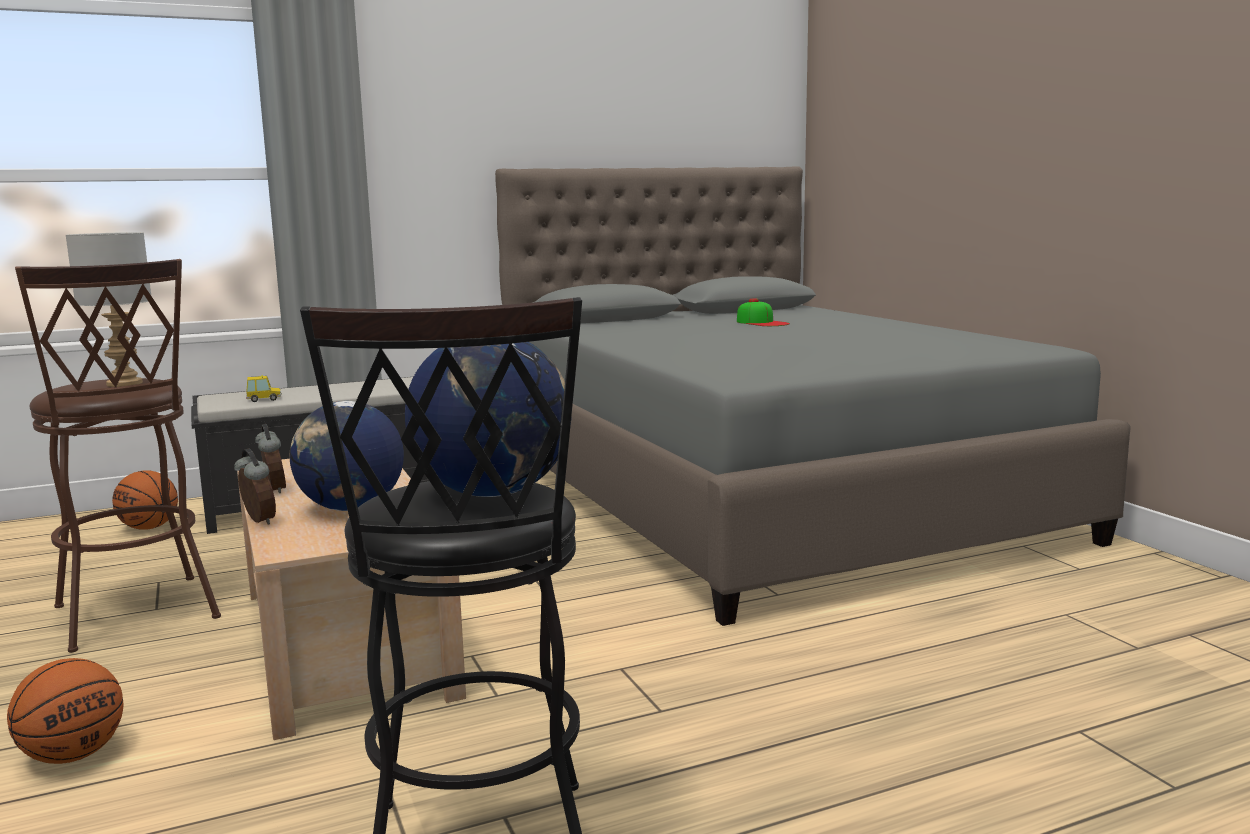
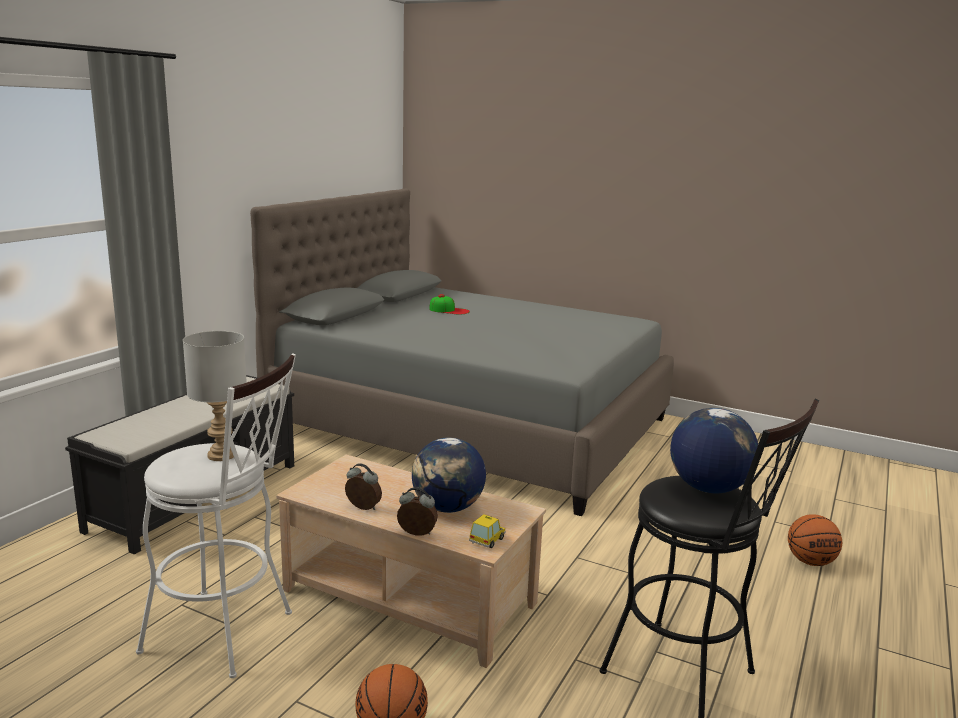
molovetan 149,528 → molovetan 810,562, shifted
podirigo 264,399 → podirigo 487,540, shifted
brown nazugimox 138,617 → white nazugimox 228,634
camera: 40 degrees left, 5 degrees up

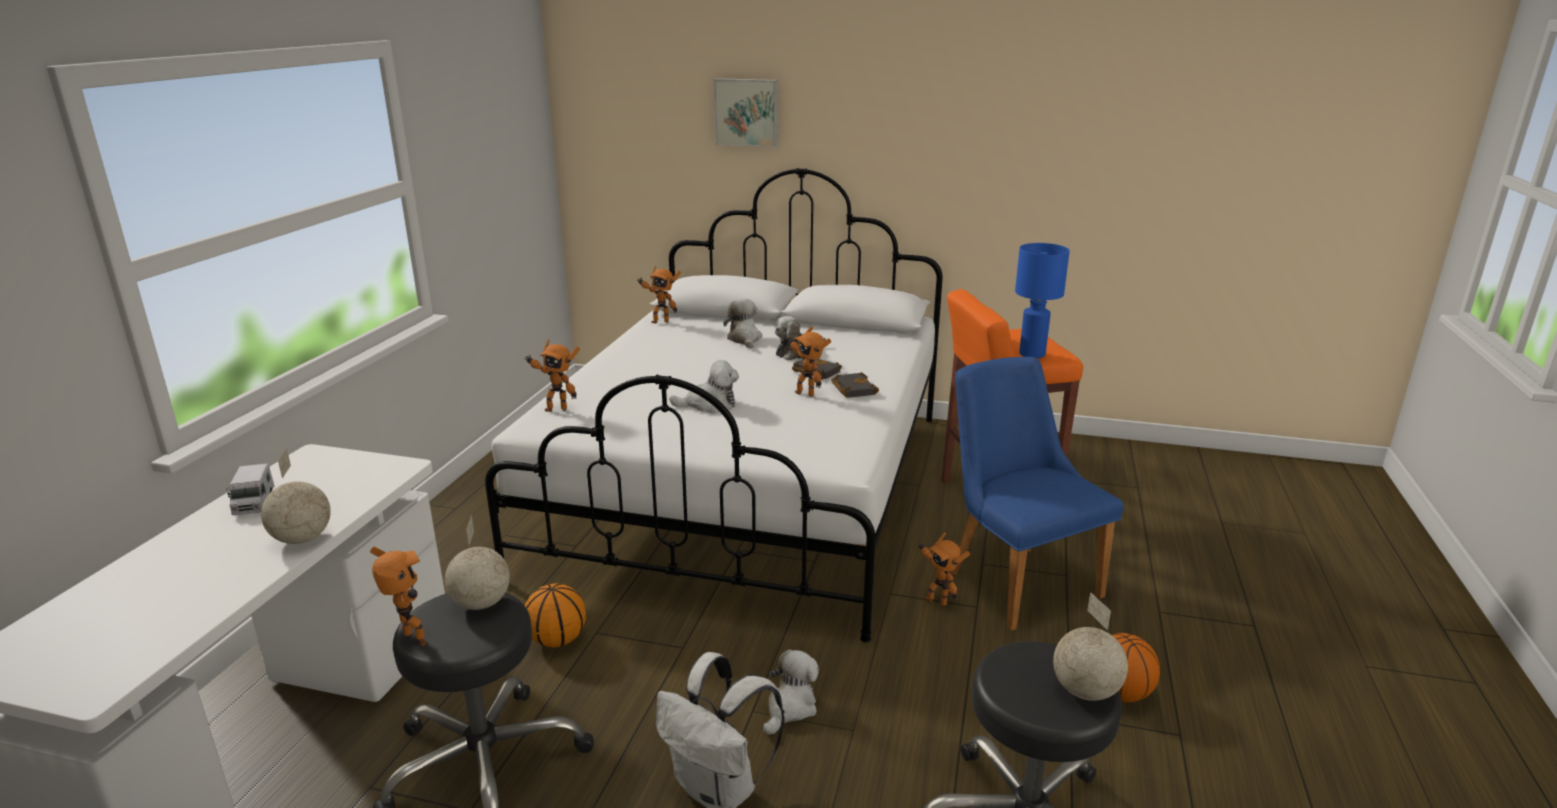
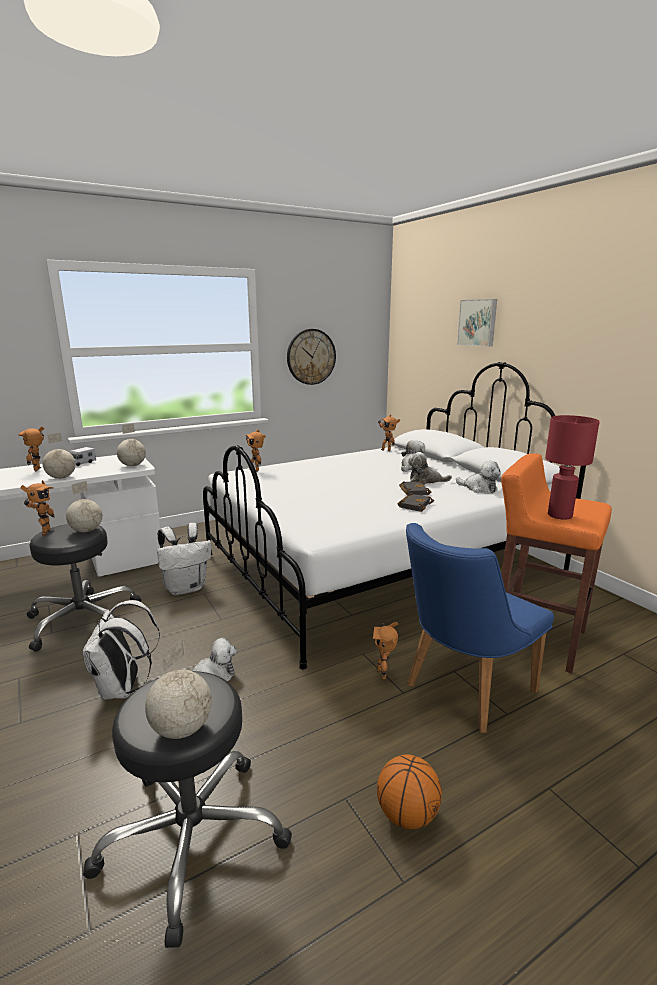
- → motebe 132,465
- → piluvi 311,357
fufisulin 709,405 → fufisulin 479,488, shifted
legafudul 806,393 → legafudul 40,469, shifted
molovetan 557,639 → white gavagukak 186,588
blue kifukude 1032,354 → red kifukude 559,515
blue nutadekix 1013,577 → blue nutadekix 461,691, 150 degrees counterclockwise
camera: 45 degrees right, 5 degrees down

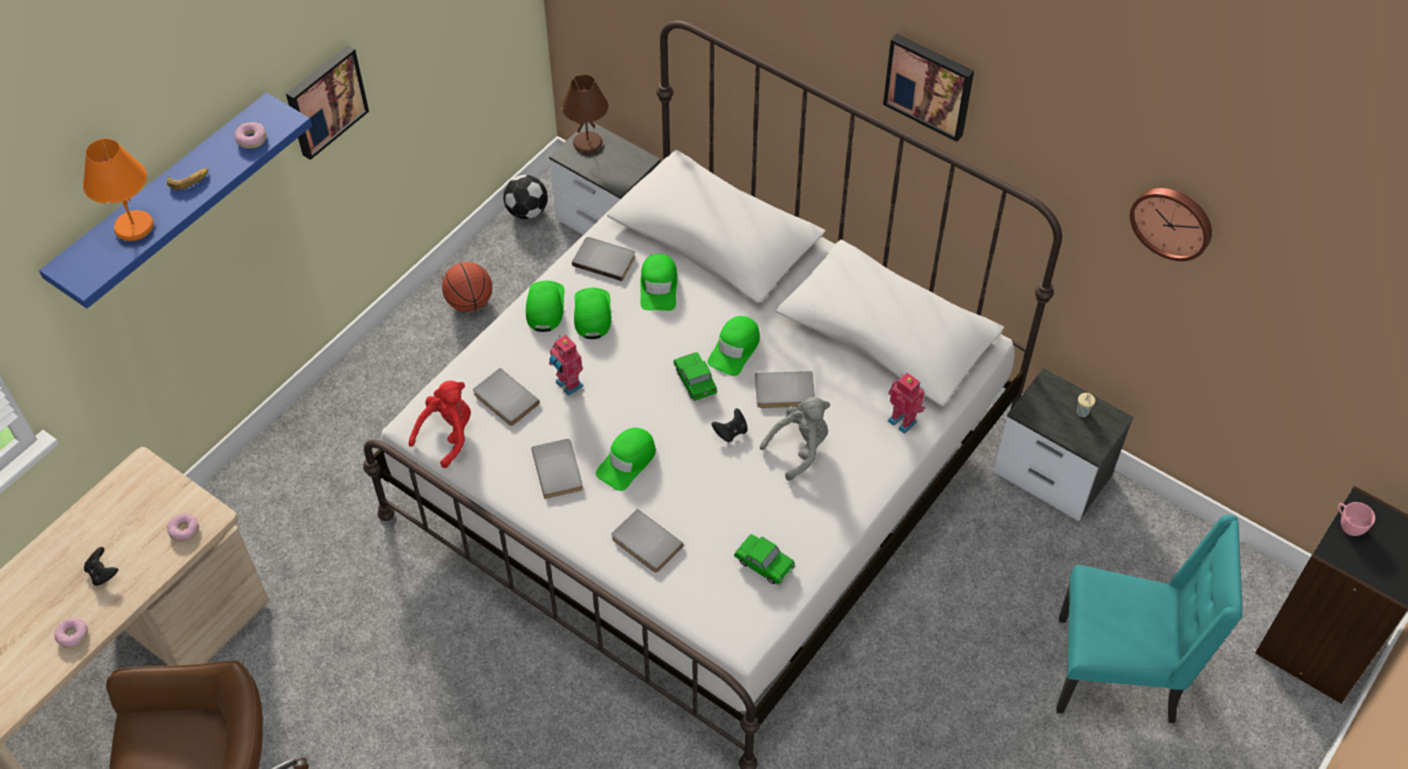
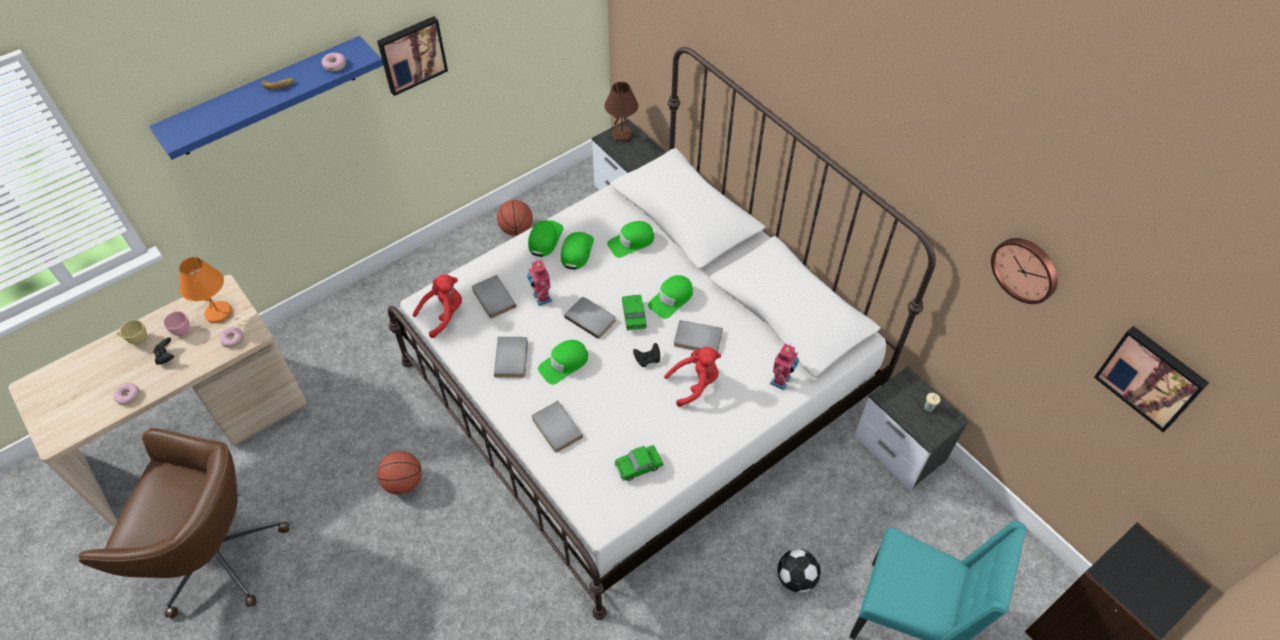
- → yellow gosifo 136,340
- → molovetan 403,482
orange kifukude 133,227 → orange kifukude 218,312, shifted
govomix 527,212 → govomix 796,579, shifted
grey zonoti 605,259 → grey zonoti 591,318, shifted
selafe 930,85 → selafe 1151,377, shifted
pink gosifo 1348,525 → pink gosifo 182,329, shifted
grey fufisulin 799,448 → red fufisulin 695,384
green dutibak 659,287 → green dutibak 631,242, 45 degrees clockwise
podirigo 764,564 → podirigo 638,466, 105 degrees clockwise
legafudul 903,420 → legafudul 781,381, 60 degrees clockwise
camera: 15 degrees right, 0 degrees up

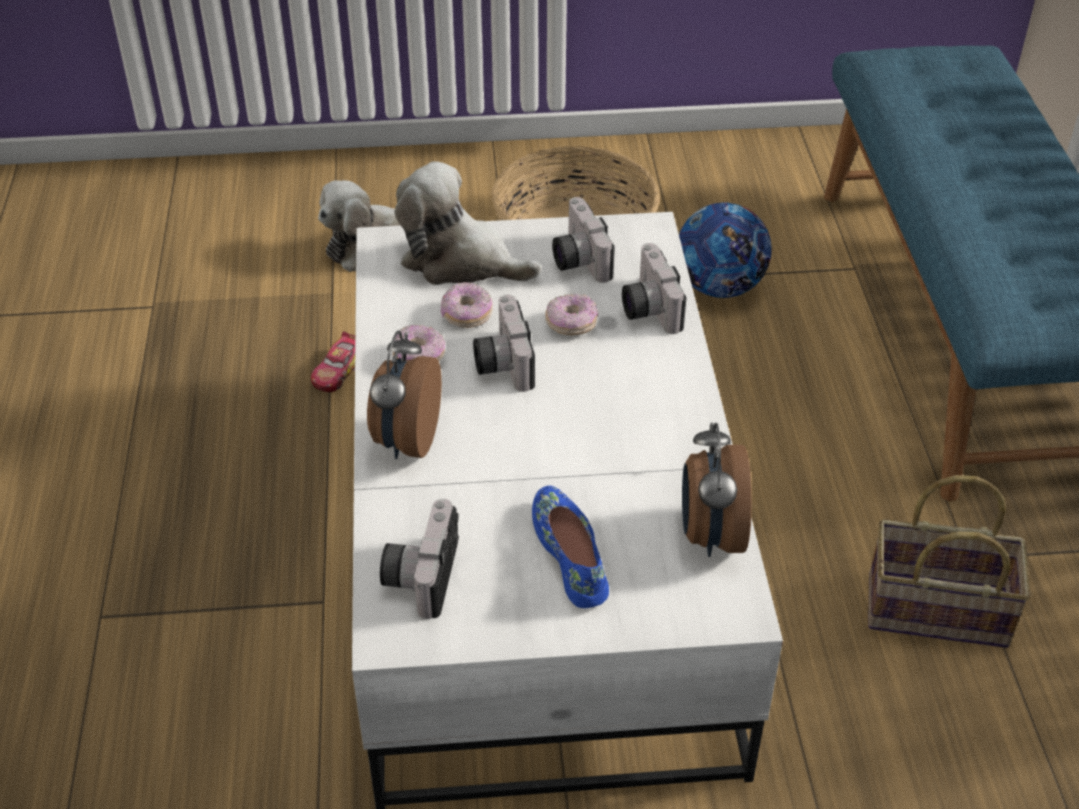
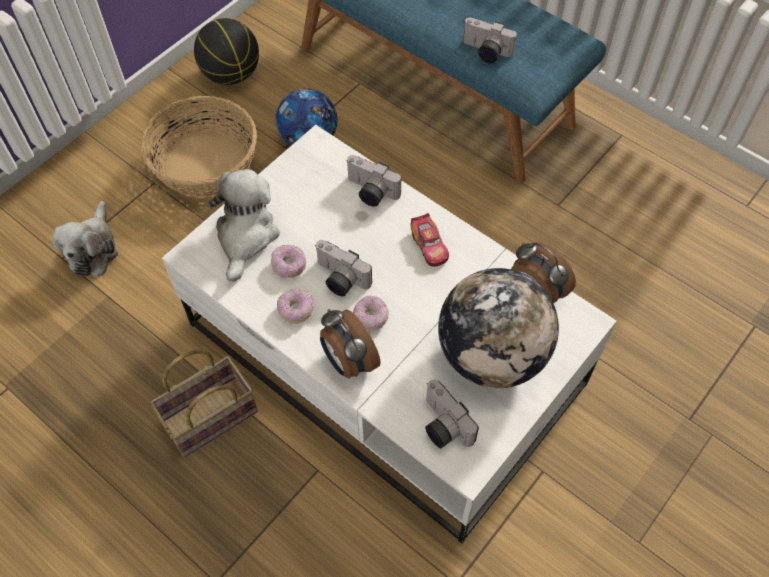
- → molovetan 231,74
podirigo 338,371 → podirigo 429,245, shifted
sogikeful 571,324 → sogikeful 371,318, shifted
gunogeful 576,259 → gunogeful 485,52, shifted
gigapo 933,612 → gigapo 209,420, shifted
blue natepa 571,553 → motebe 492,355
fufisulin 460,261 → fufisulin 245,236, 120 degrees clockwise
camera: 45 degrees left, 15 degrees up

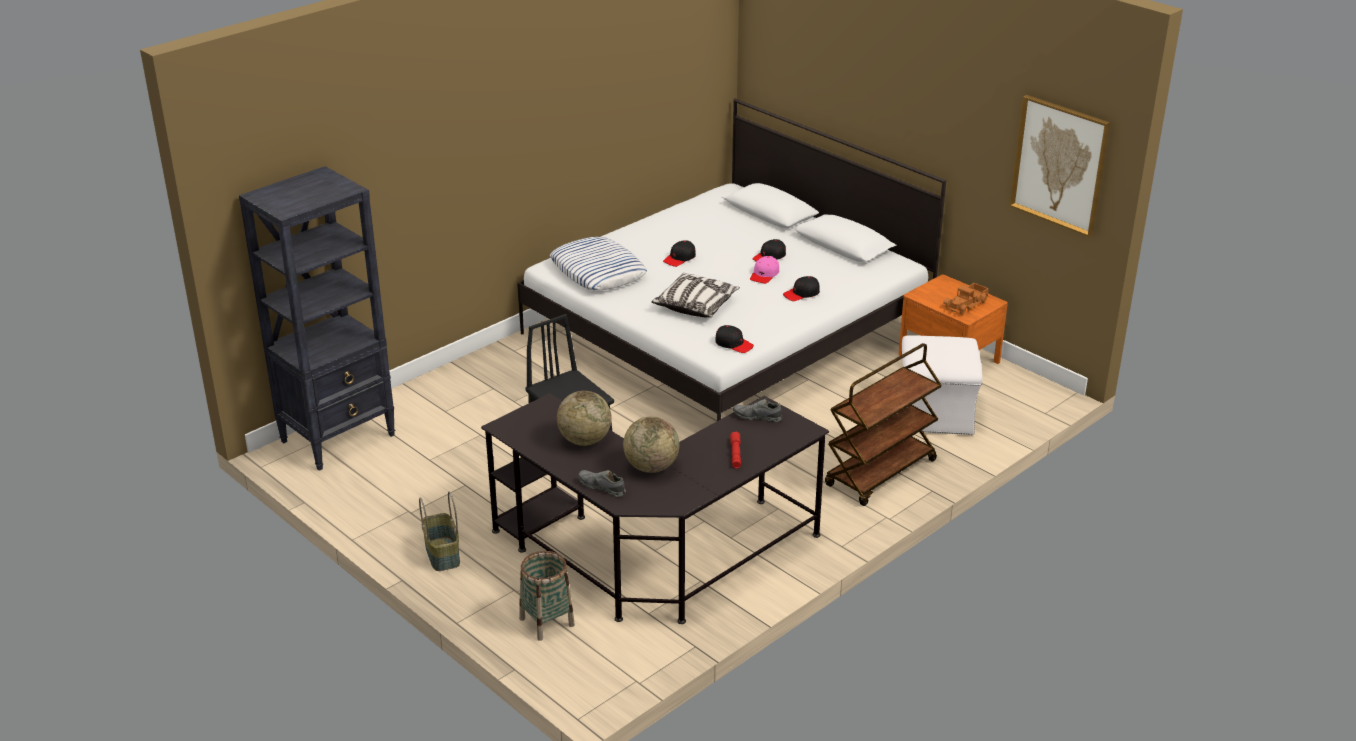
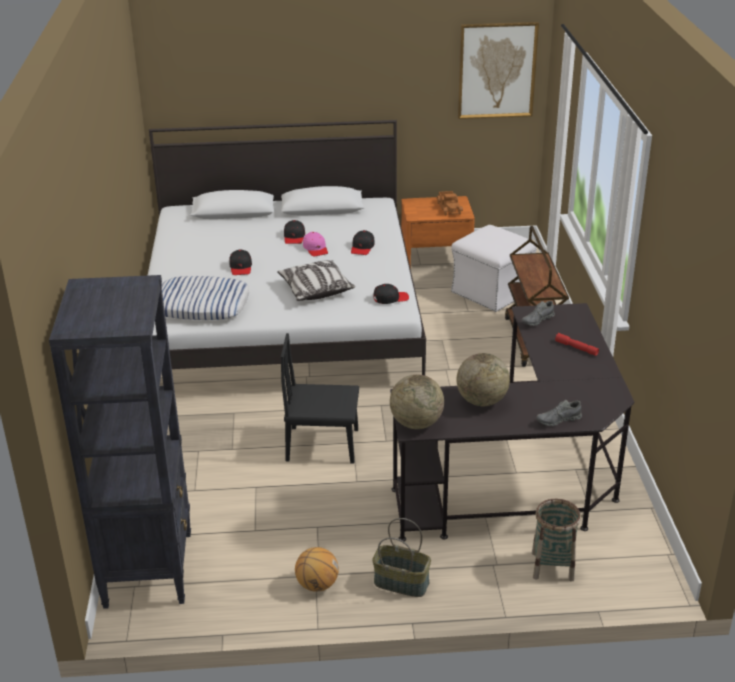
- → molovetan 317,585
motebe 651,467 → motebe 416,423, shifted
camera: 50 degrees left, 0 degrees up

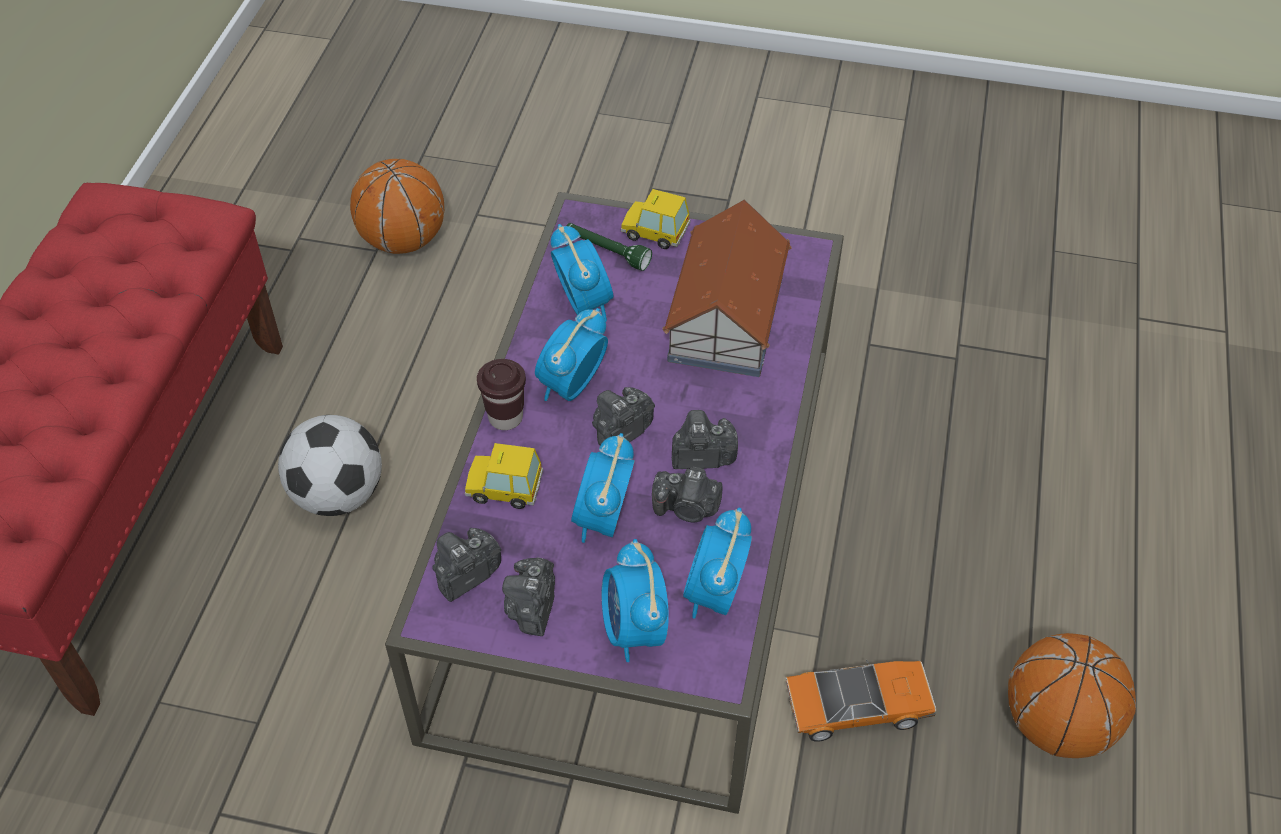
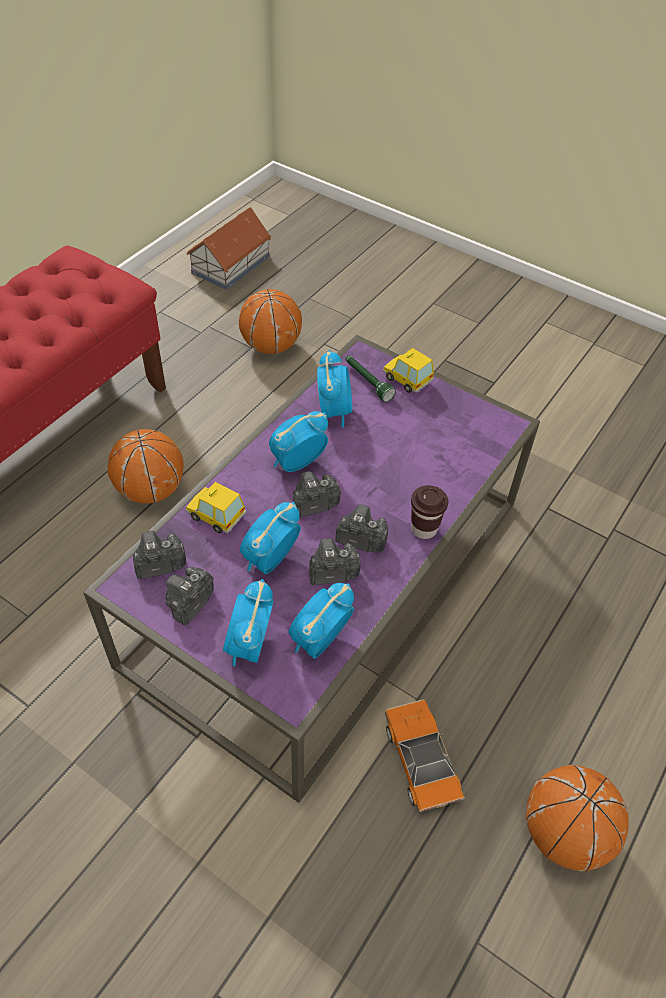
brown gosifo 505,418 → brown gosifo 424,529, shifted
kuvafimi 725,318 → kuvafimi 230,264, shifted
govomix 338,495 → molovetan 151,490
gunogeful 687,508 → gunogeful 331,572, 135 degrees clockwise
podirigo 857,706 → podirigo 420,759, 120 degrees counterclockwise
camera: 20 degrees right, 0 degrees up

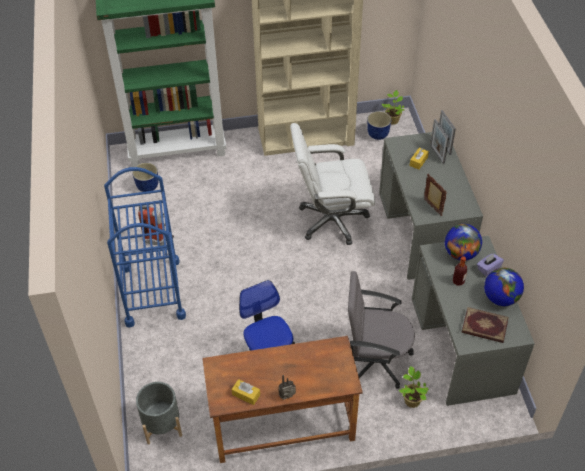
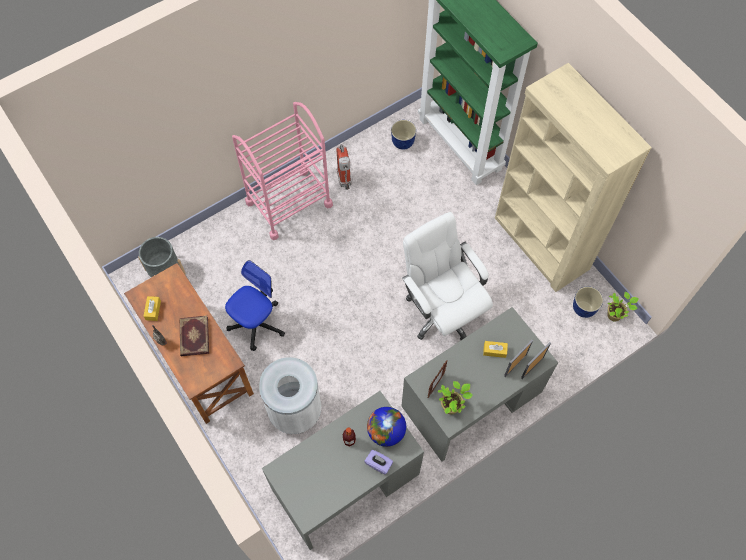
motebe 500,298 → -
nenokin 411,400 → nenokin 452,406, shifted
zonoti 484,327 → zonoti 193,336, shifted
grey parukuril 375,360 → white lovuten 295,410
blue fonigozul 153,292 → pink fonigozul 289,203
camera: 65 degrees right, 15 degrees up

